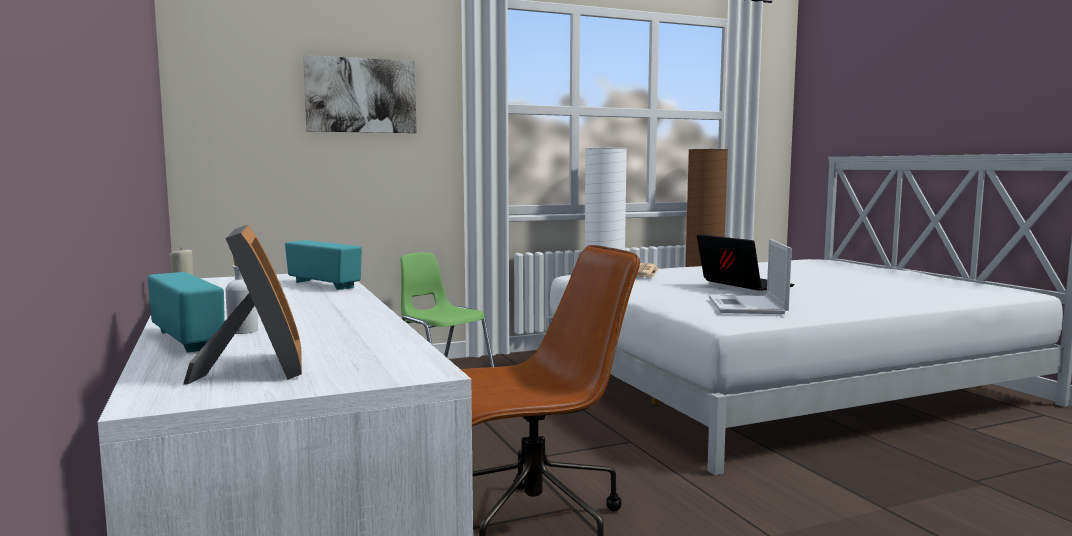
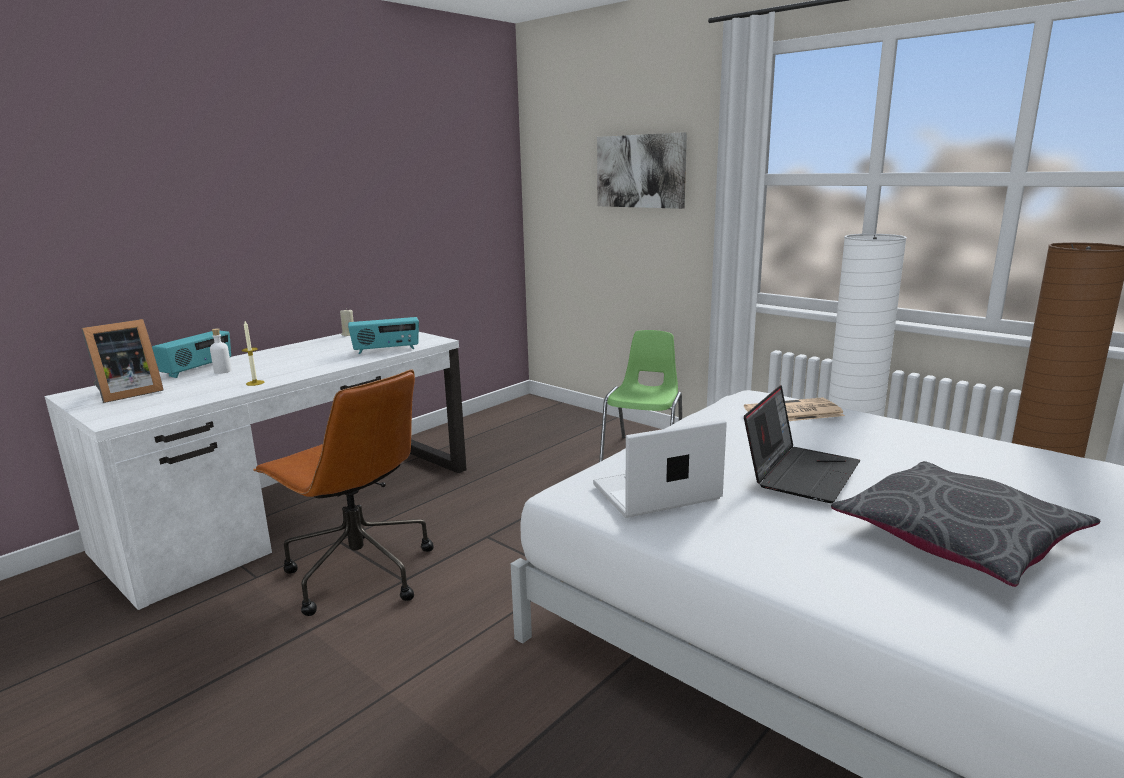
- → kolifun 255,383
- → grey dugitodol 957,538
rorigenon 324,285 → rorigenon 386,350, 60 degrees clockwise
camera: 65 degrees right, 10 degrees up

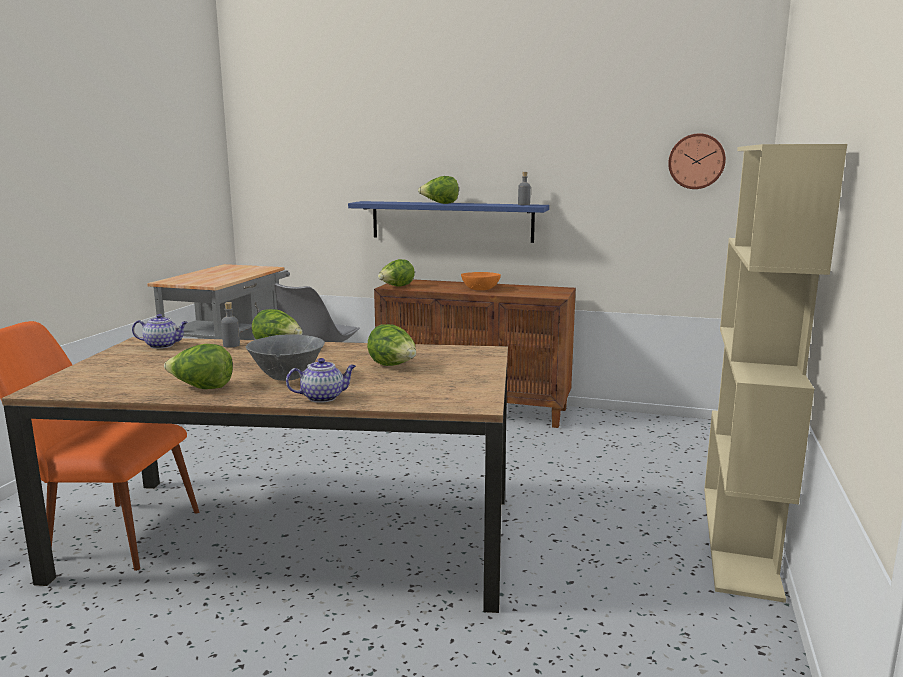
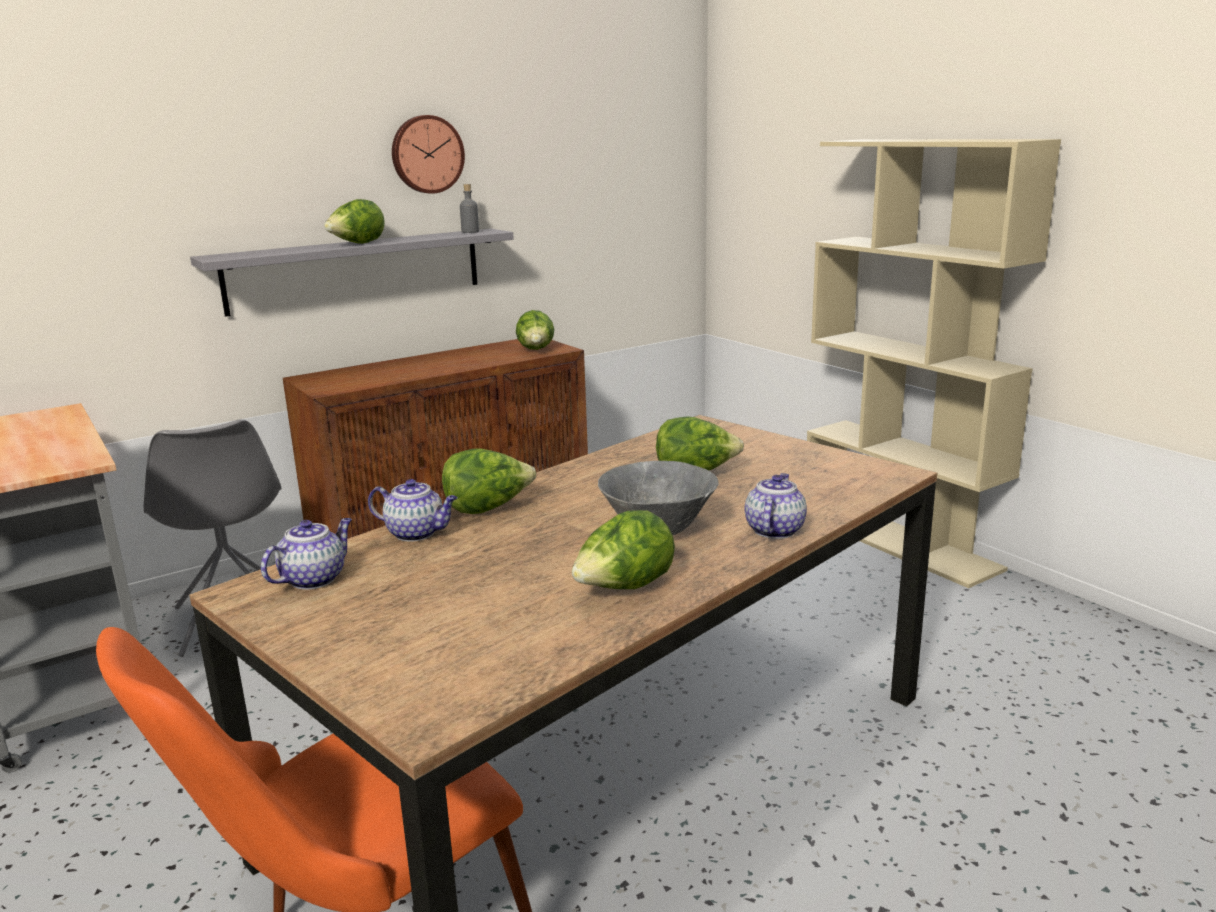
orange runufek 480,289 → -
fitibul 396,287 → fitibul 536,350, shifted
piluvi 696,161 → piluvi 426,154, shifted
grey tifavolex 231,345 → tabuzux 417,533
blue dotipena 451,221 → grey dotipena 356,270
camera: 50 degrees left, 5 degrees up

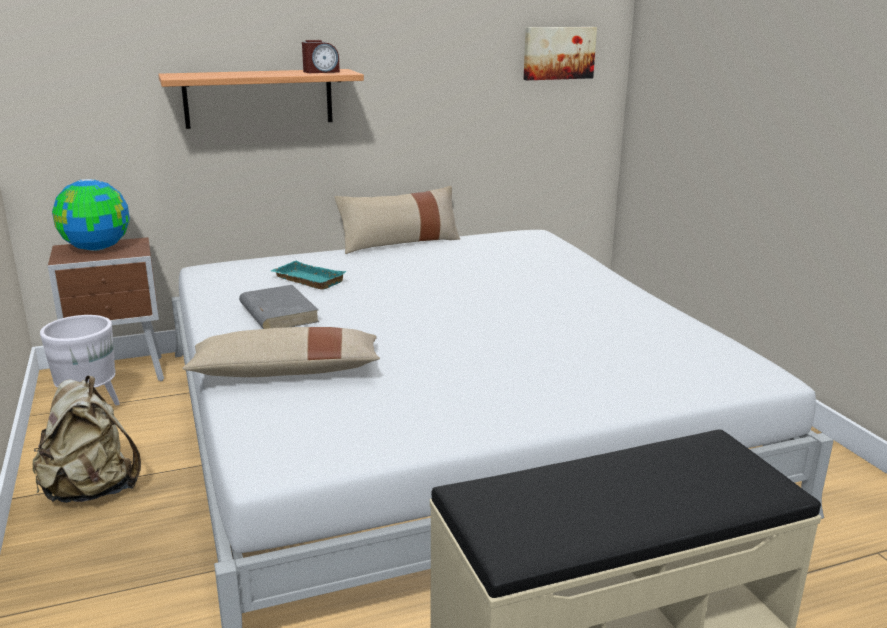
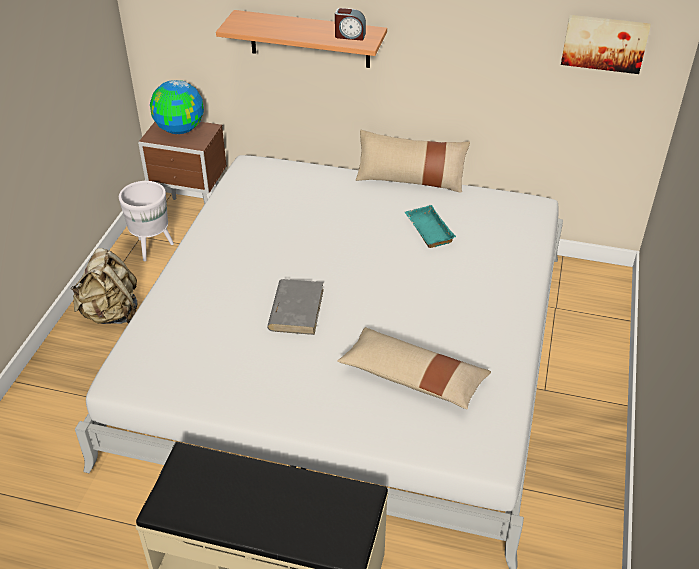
beige dugitodol 287,372 → beige dugitodol 413,378, shifted
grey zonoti 278,312 → grey zonoti 296,309, shifted
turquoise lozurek 306,280 → turquoise lozurek 427,230, shifted
camera: 35 degrees right, 20 degrees up

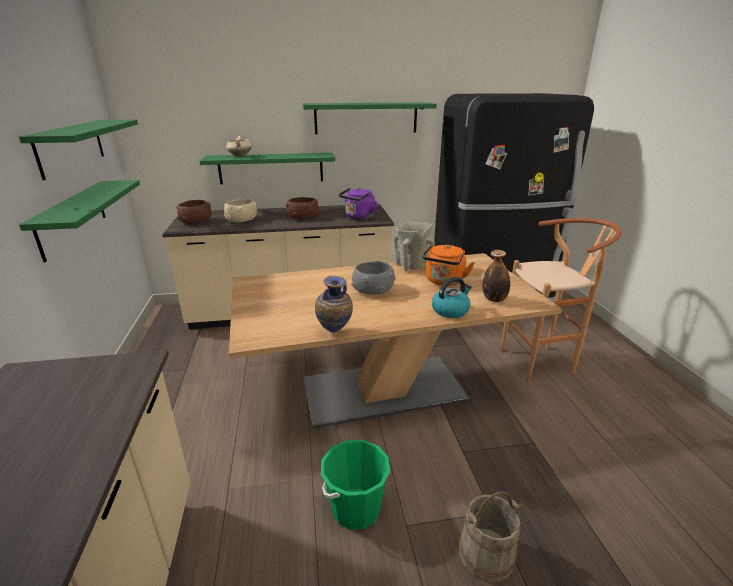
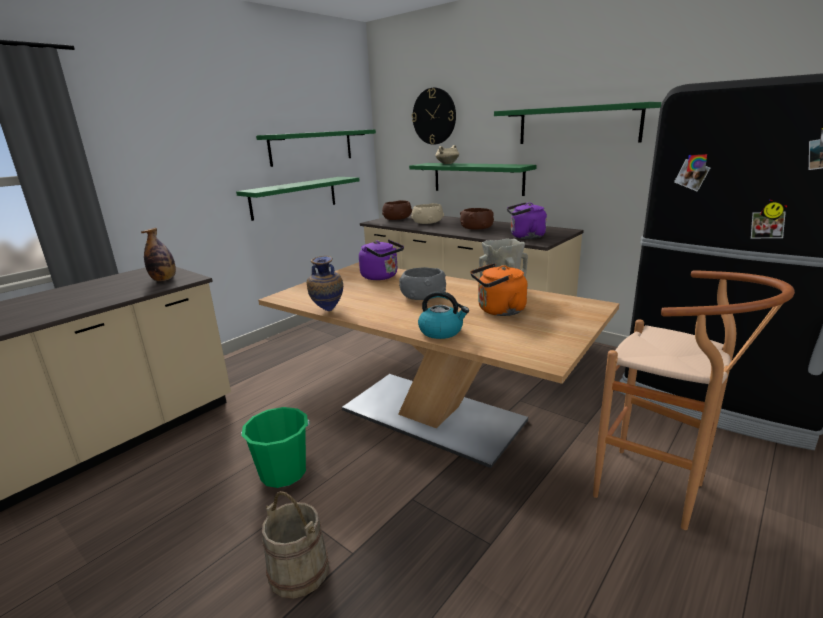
- → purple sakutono 381,277
- → piluvi 434,116
tifavolex 494,299 → tifavolex 164,280, shifted
camera: 50 degrees right, 5 degrees down

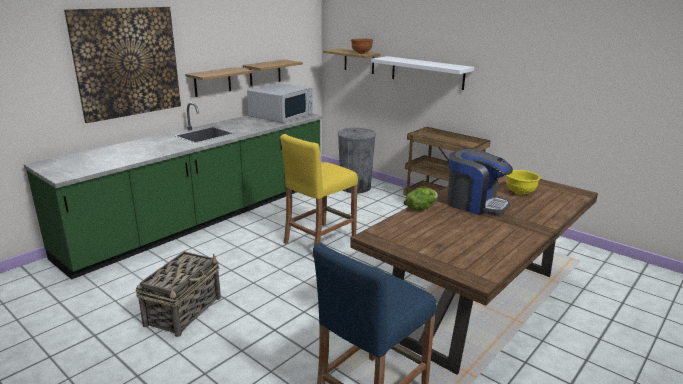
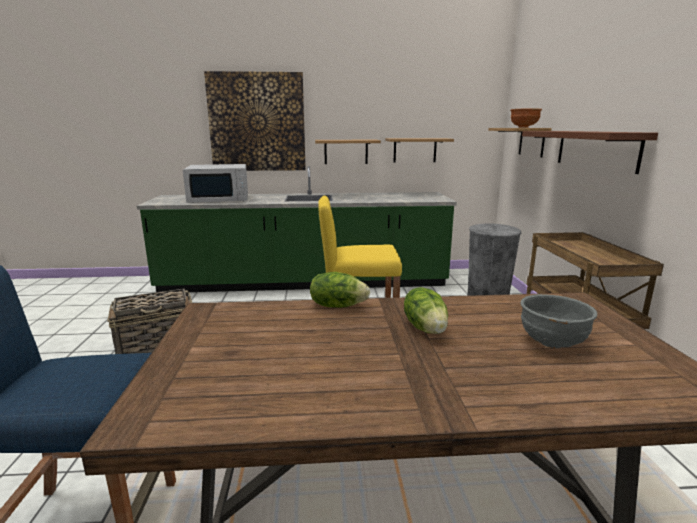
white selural 281,115 → white selural 220,198, shifted
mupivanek 475,204 → fitibul 426,328
white dotipena 427,72 → brown dotipena 596,149
yellow runufek 520,193 → grey runufek 552,343
camera: 45 degrees right, 5 degrees down

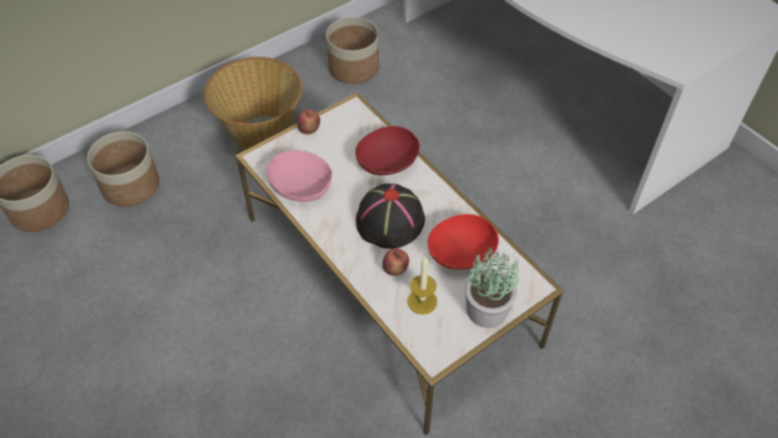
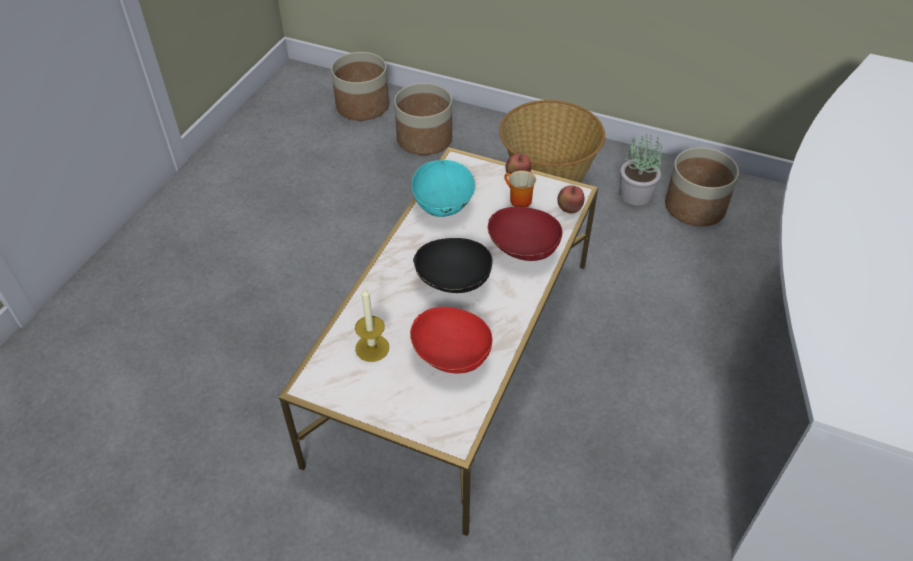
- → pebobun 517,200
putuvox 395,270 → putuvox 569,210, shifted
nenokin 487,309 → nenokin 636,195, shifted
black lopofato 389,221 → black runufek 452,282
pink runufek 302,188 → turquoise runufek 444,204
camera: 60 degrees right, 5 degrees down

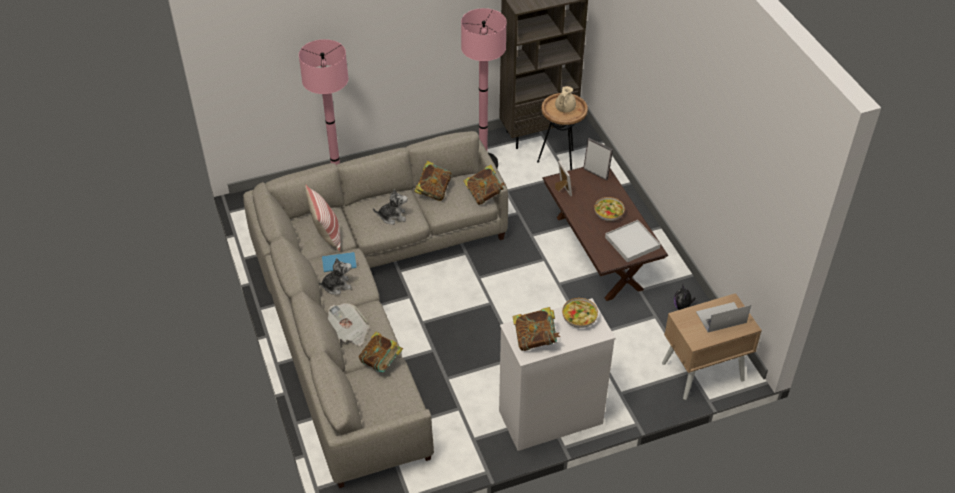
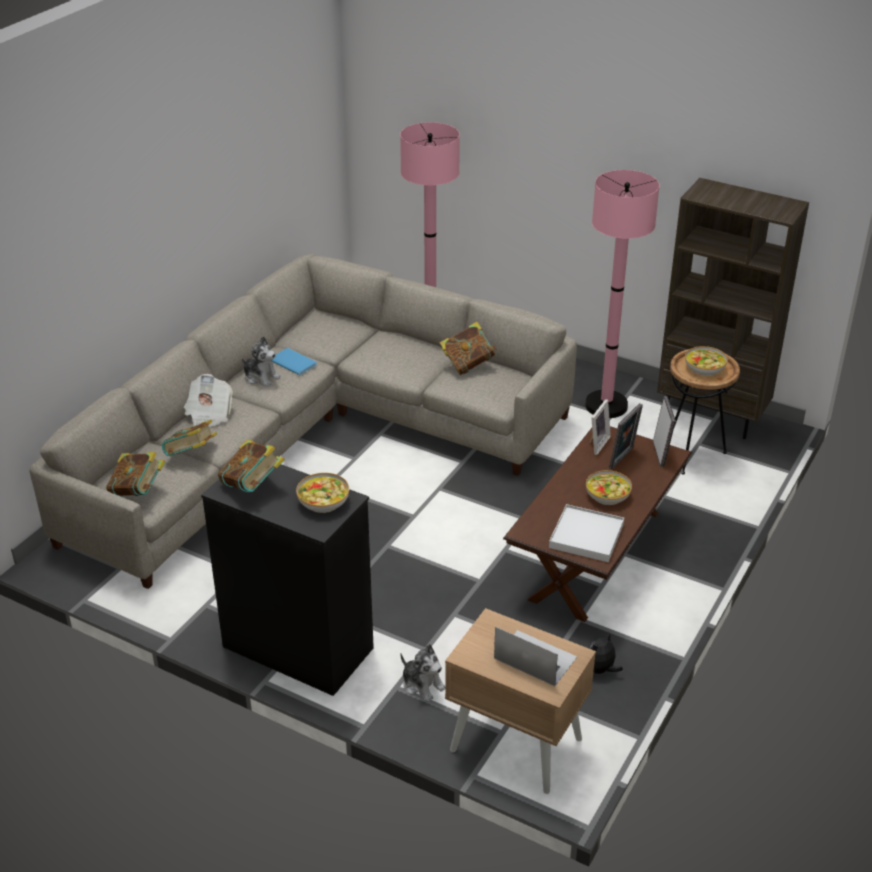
dugitodol 327,235 → -
- → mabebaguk 623,459
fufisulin 392,216 → fufisulin 422,684, shifted
zonoti 484,195 → zonoti 138,491, shifted
beige tabuzux 564,108 → runufek 704,368
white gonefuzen 549,417 → black gonefuzen 296,647
camera: 50 degrees right, 10 degrees down

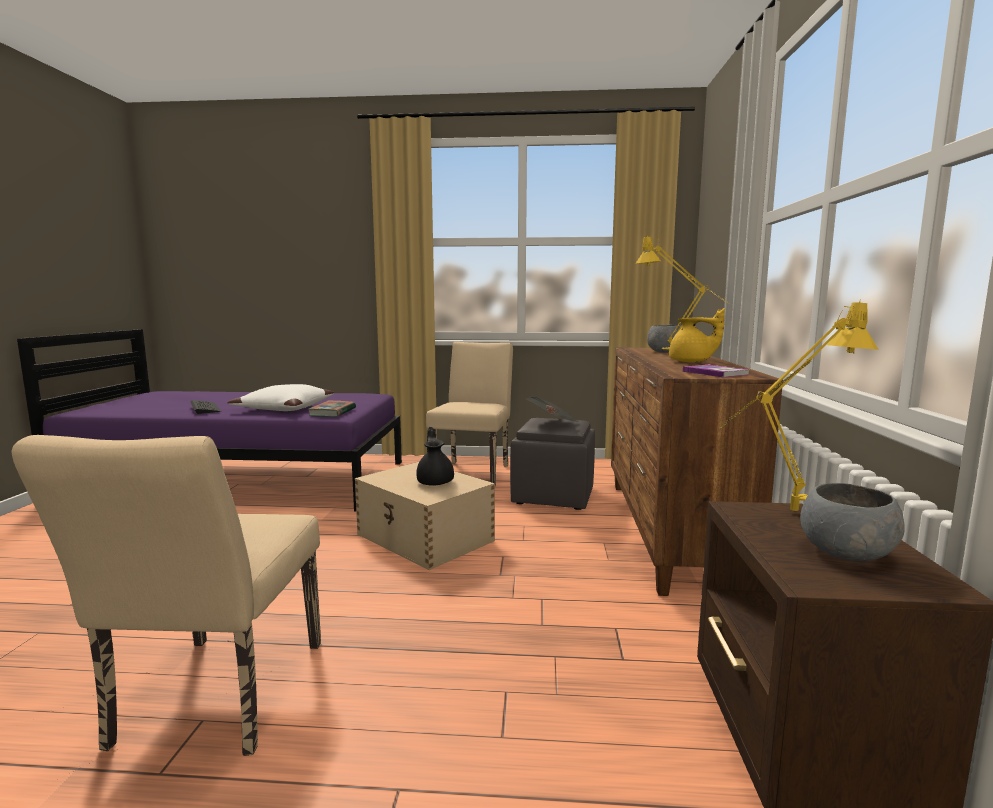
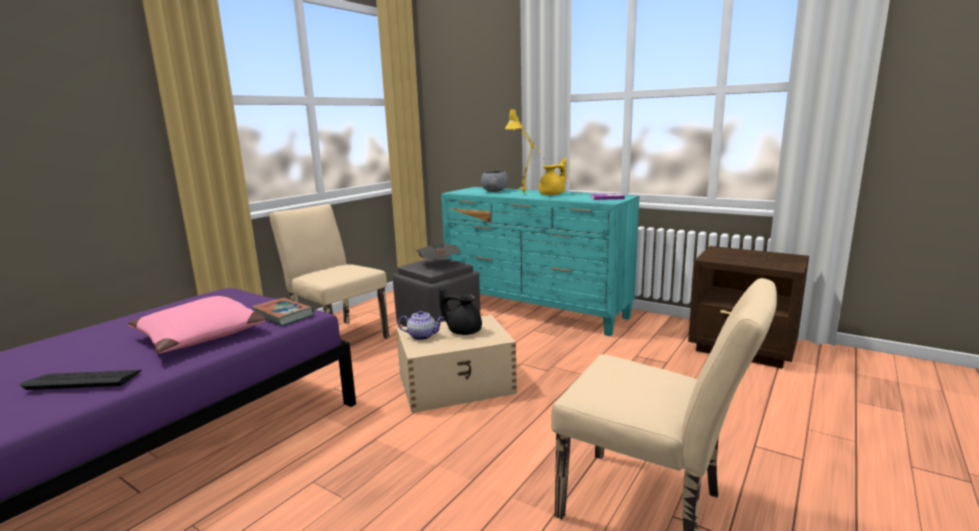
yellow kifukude 784,514 → -
grey runufek 844,553 → -
- → tabuzux 422,336
white dugitodol 283,408 → pink dugitodol 201,336
brown gonefuzen 668,531 → turquoise gonefuzen 536,310
camera: 60 degrees left, 5 degrees up

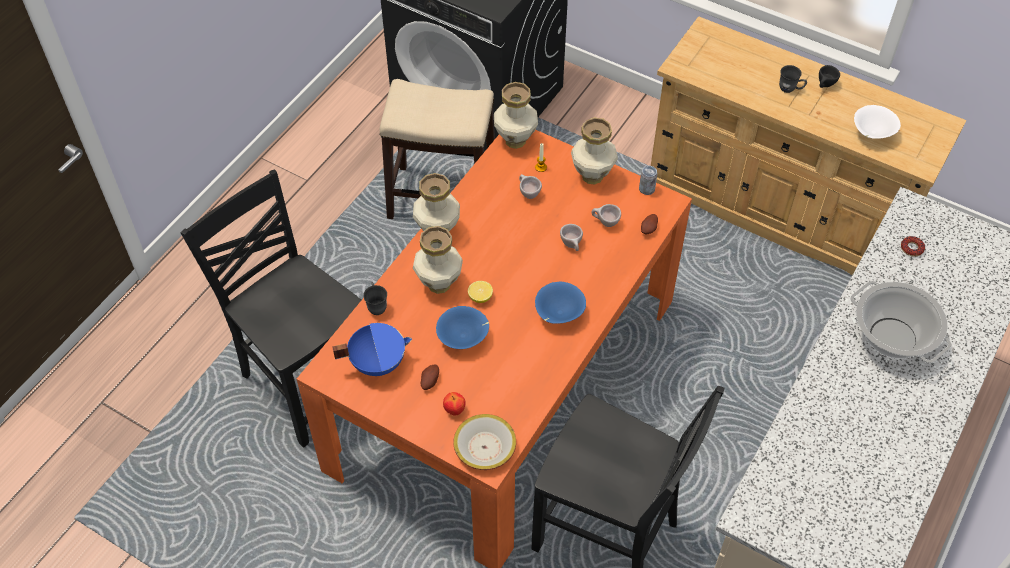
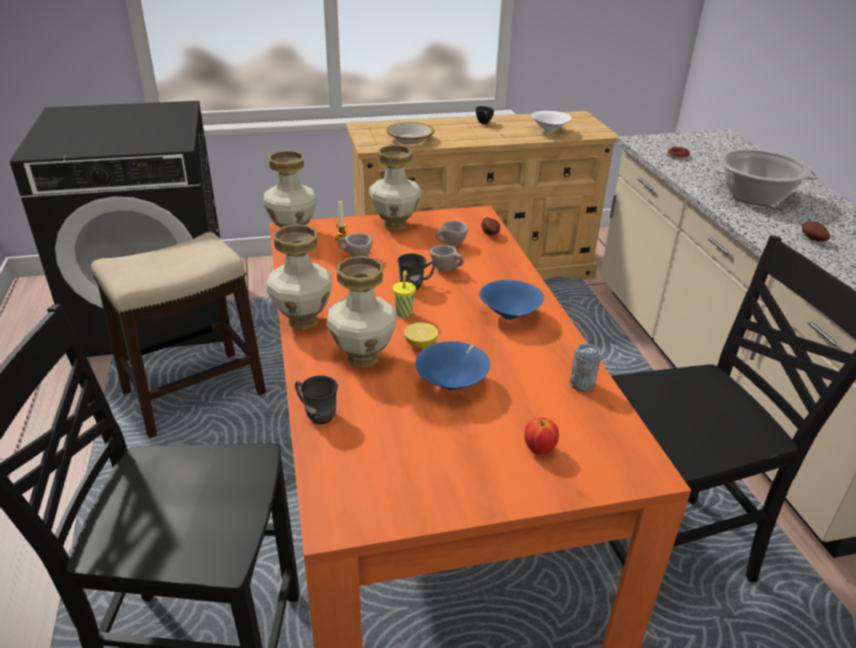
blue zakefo 377,362 → -
- → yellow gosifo 404,313
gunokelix 429,381 → gunokelix 812,239, shifted
runufek 484,447 → runufek 410,139, shifted
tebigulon 646,189 → tebigulon 582,385, shifted
grey pebobun 790,89 → grey pebobun 416,285, shifted
camera: 45 degrees left, 20 degrees down

